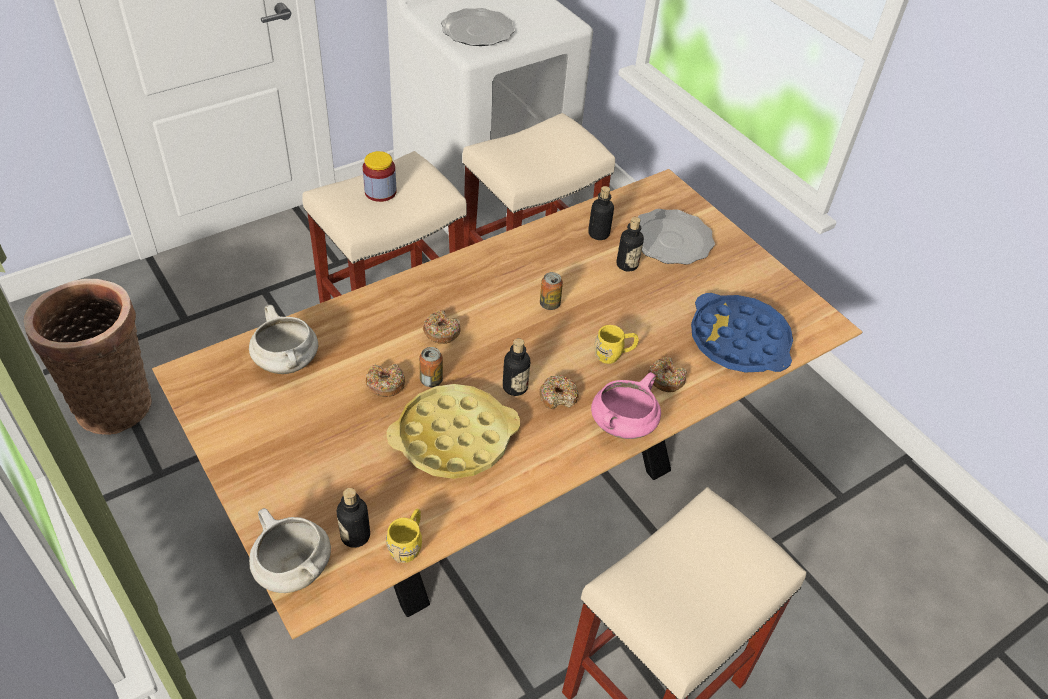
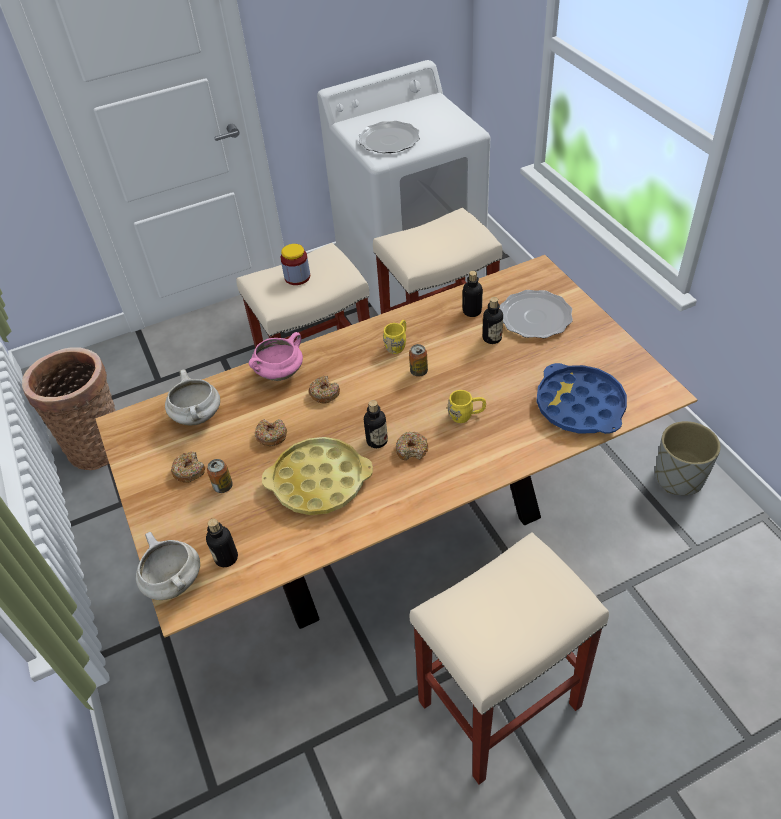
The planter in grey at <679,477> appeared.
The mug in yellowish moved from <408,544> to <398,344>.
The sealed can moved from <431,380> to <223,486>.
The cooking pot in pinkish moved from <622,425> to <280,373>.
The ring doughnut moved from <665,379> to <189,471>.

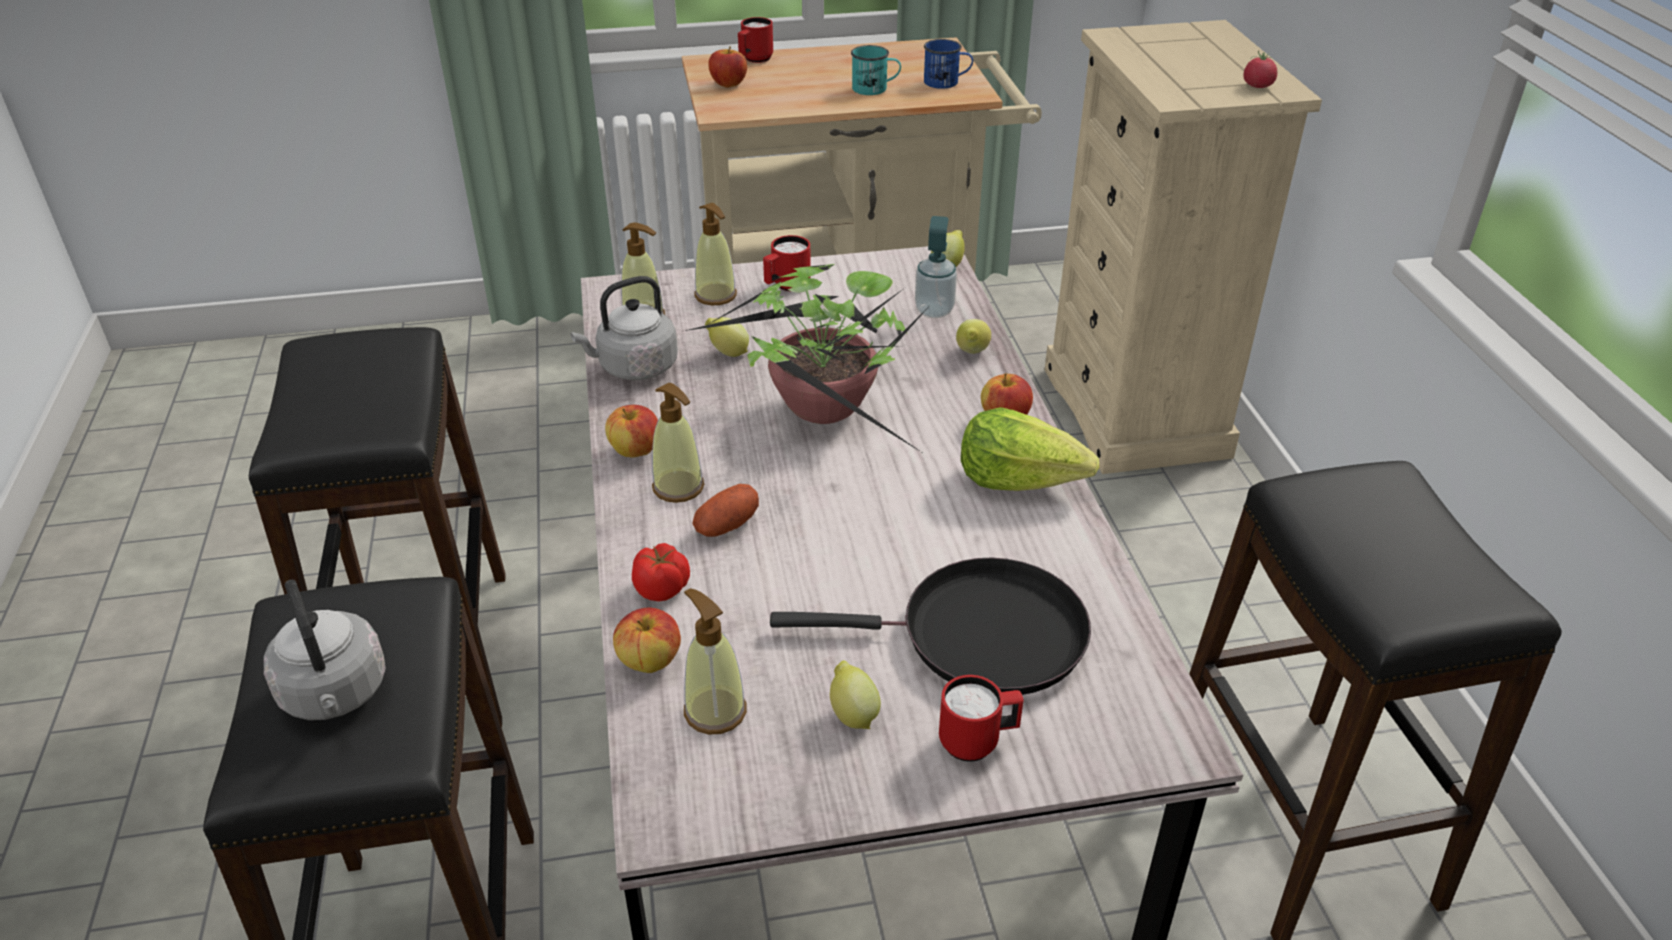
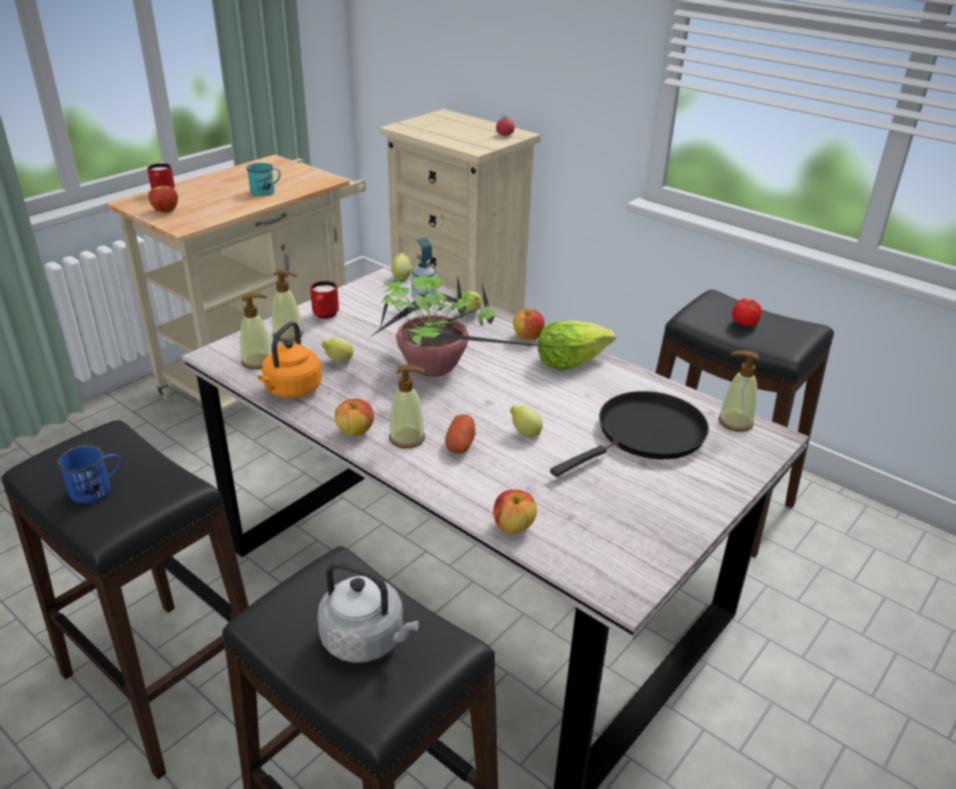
The mug in reddish at <978,742> disappeared.
The whole tomato moved from <663,589> to <745,322>.
The soap dispenser moved from <715,711> to <735,422>.
The citrus fruit moved from <852,714> to <525,433>.
The mug in blue moved from <946,82> to <97,488>.
The tea kettle in grey at <634,368> became the tea kettle in orangey at <291,390>.

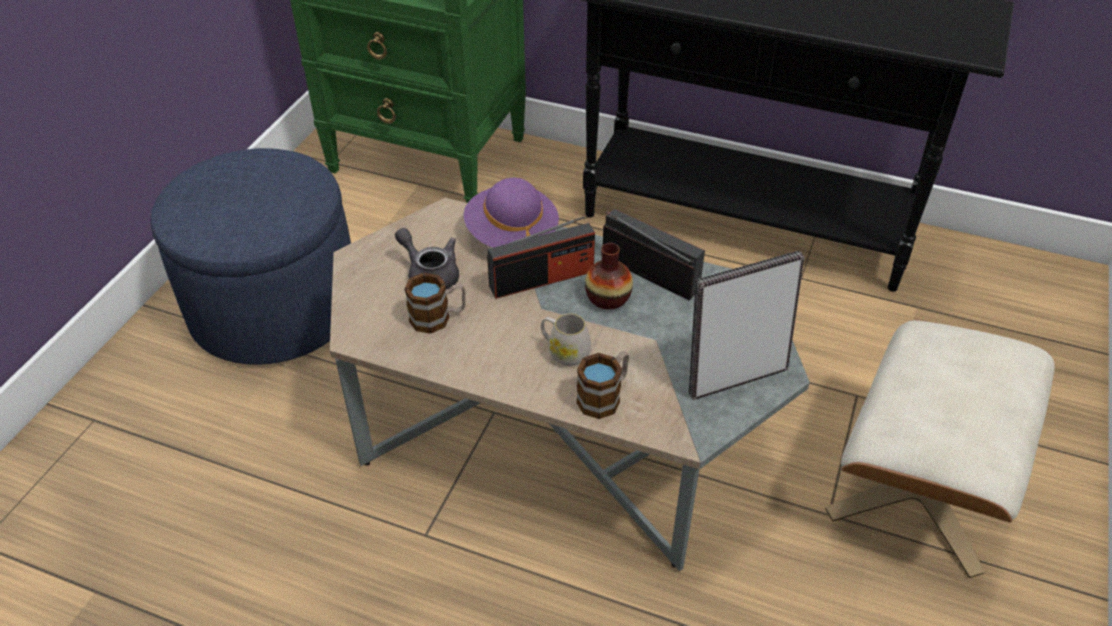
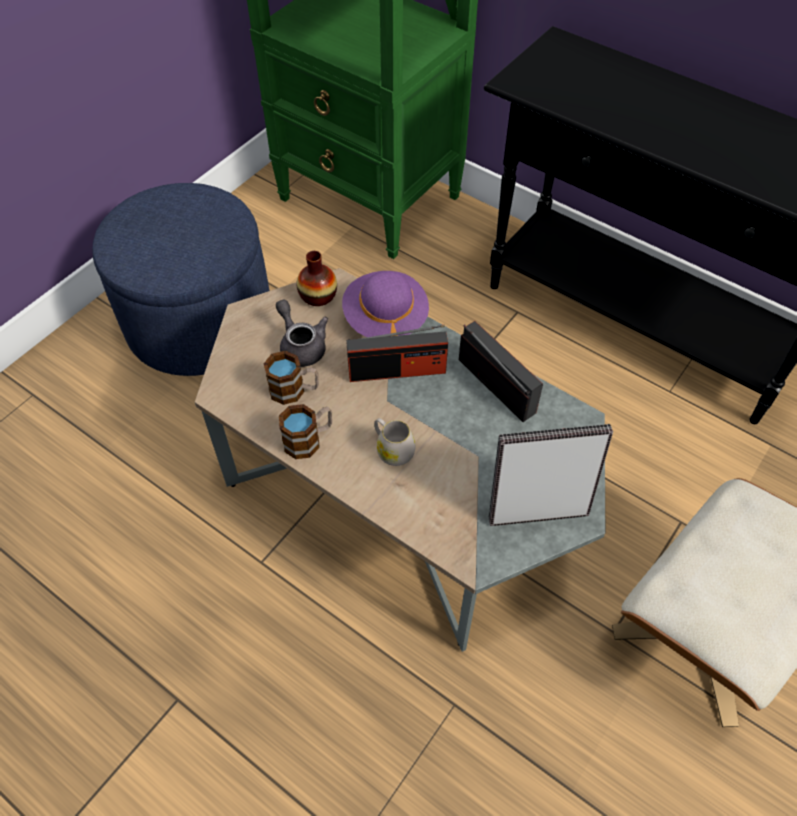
The mug moved from <604,396> to <309,439>.
The flower vase moved from <608,298> to <318,296>.

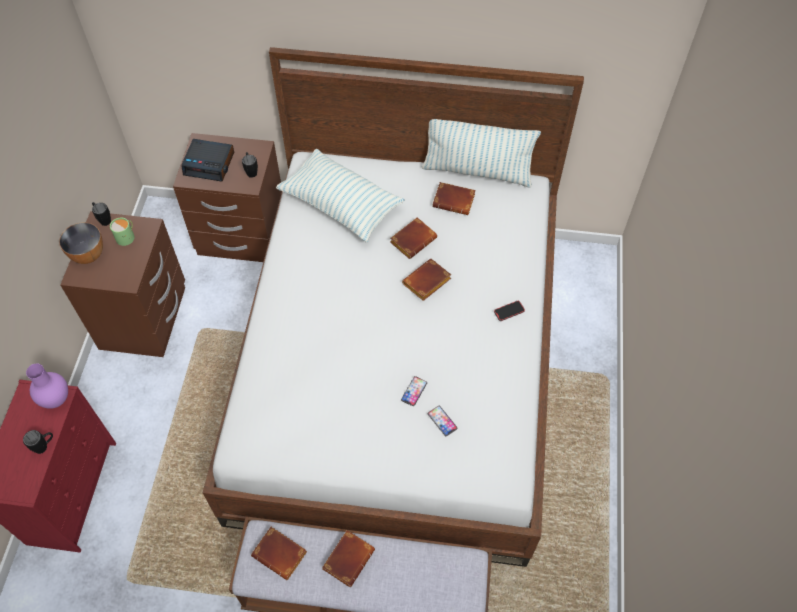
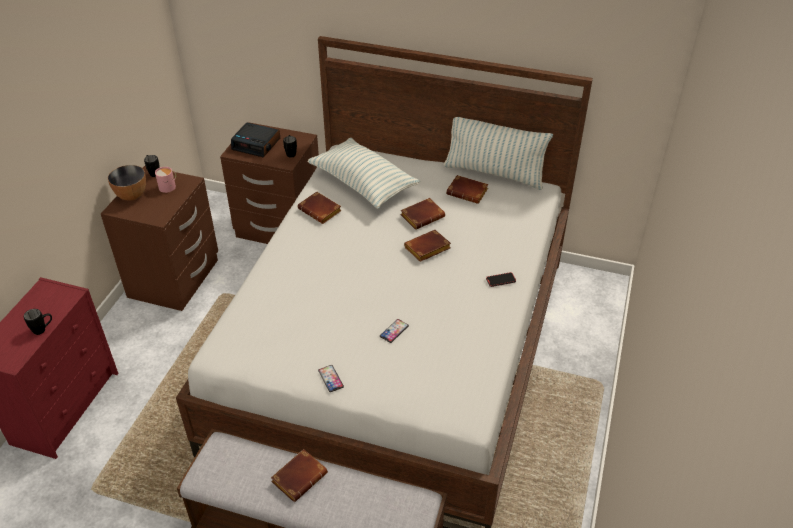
The flower vase in purple-coloured at <56,400> disappeared.
The book in brownish moved from <281,554> to <321,211>.
The handset moved from <442,421> to <330,379>.
The mug in green-coloured at <127,236> became the mug in pinkish at <169,186>.

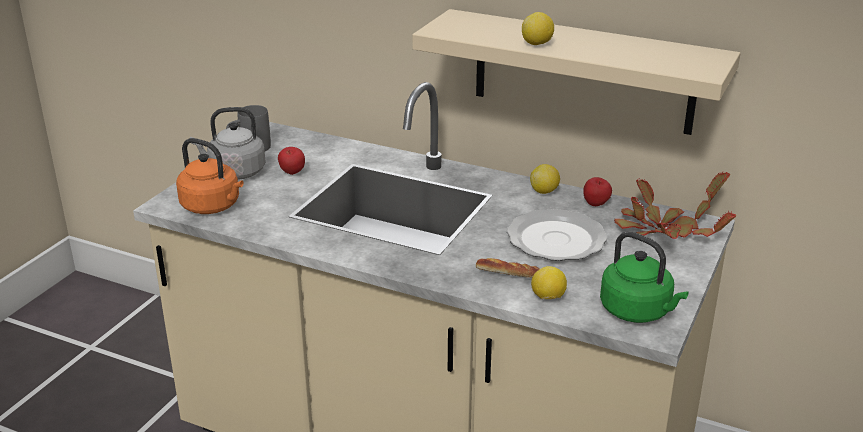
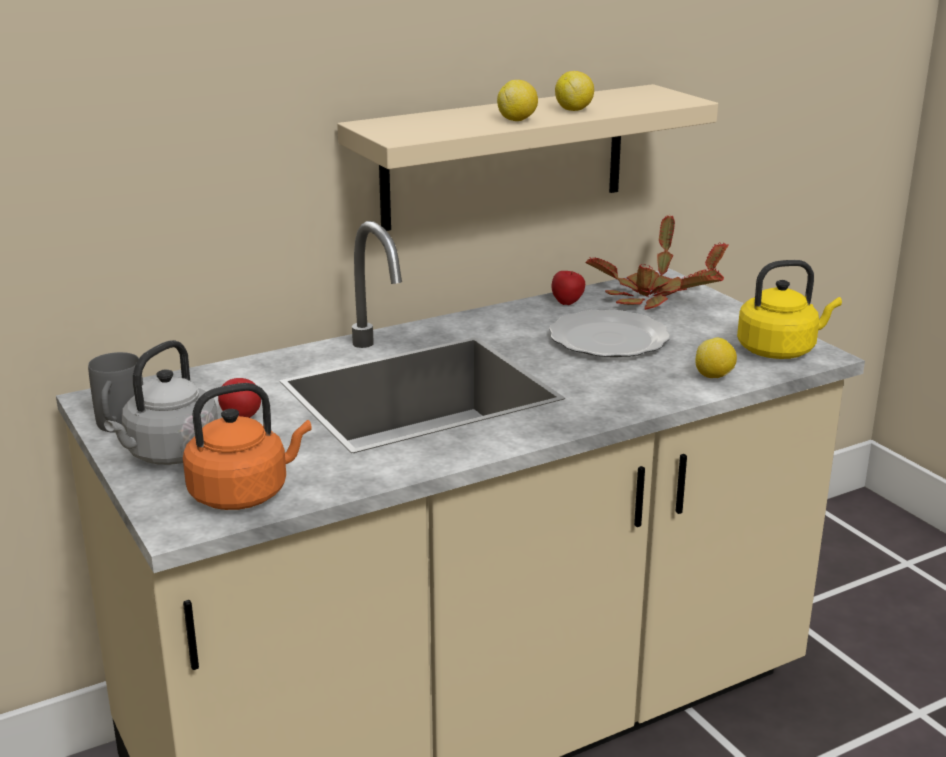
The bread at <508,273> disappeared.
The citrus fruit moved from <544,191> to <573,110>.
The tea kettle in green-coloured at <638,311> became the tea kettle in yellowish at <780,350>.

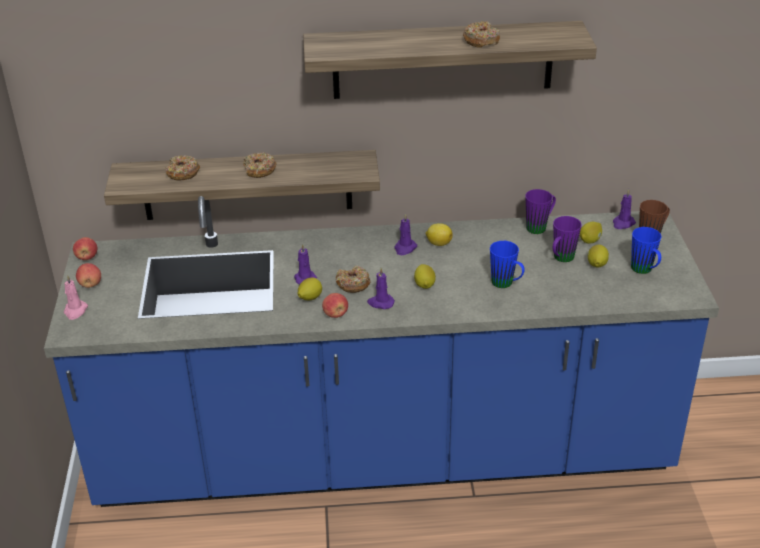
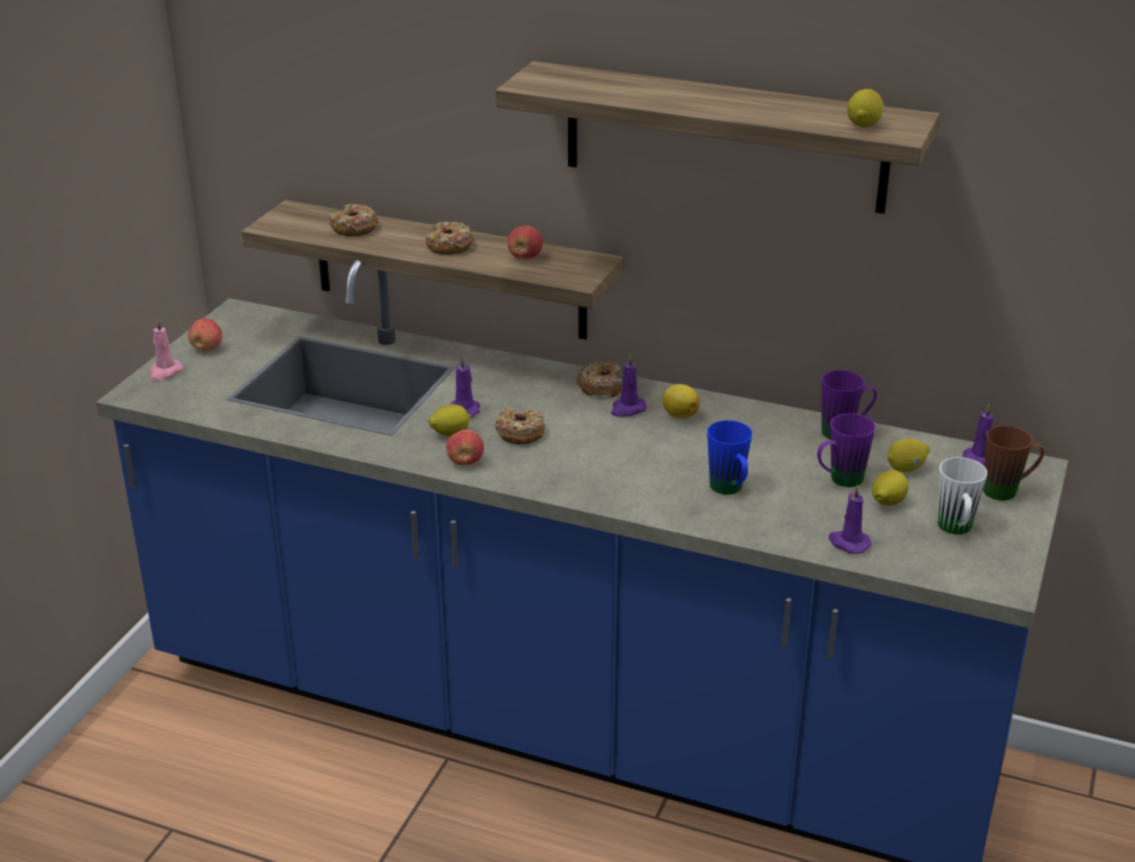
The apple fruit moved from <87,257> to <525,257>.
The wax light in purple-coloured moved from <380,303> to <848,543>.
The citrus fruit moved from <424,284> to <864,125>.
The ring doughnut moved from <481,40> to <601,387>.
The mug in blue at <644,271> became the mug in whitish at <956,530>.

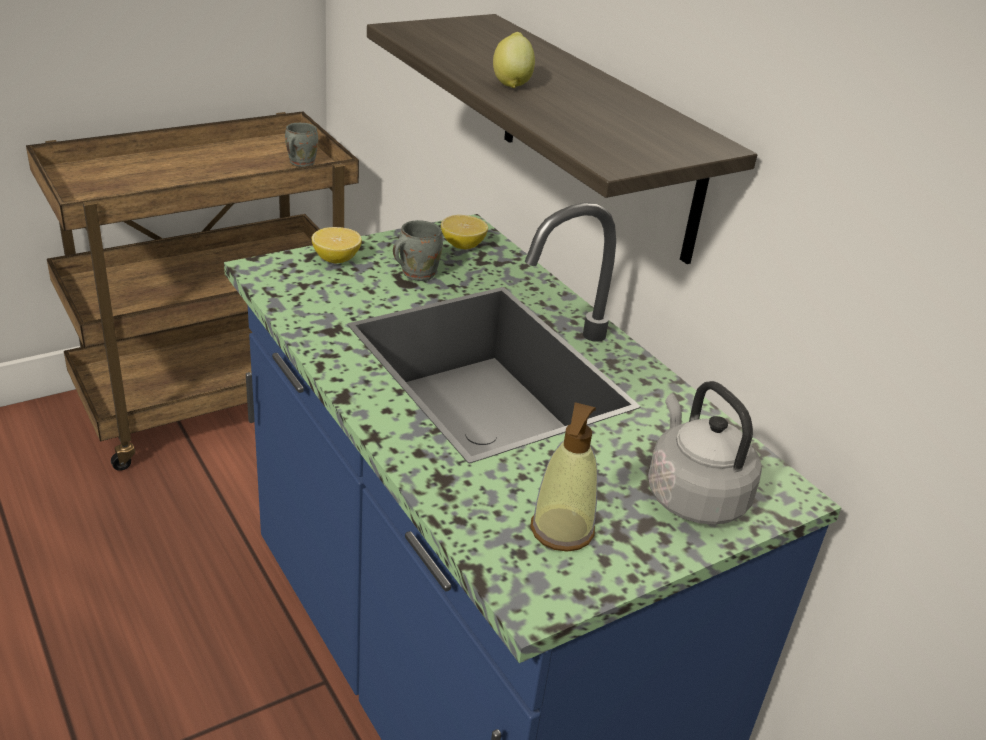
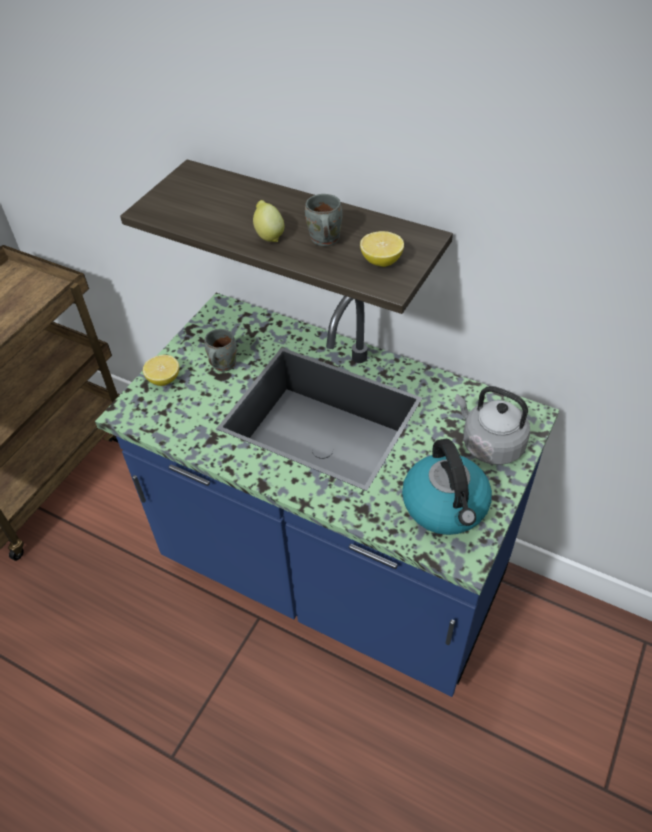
The mug in grey moved from <299,163> to <323,240>.
The citrus fruit moved from <462,245> to <381,261>.
The soap dispenser at <561,530> was replaced by the tea kettle at <446,506>.

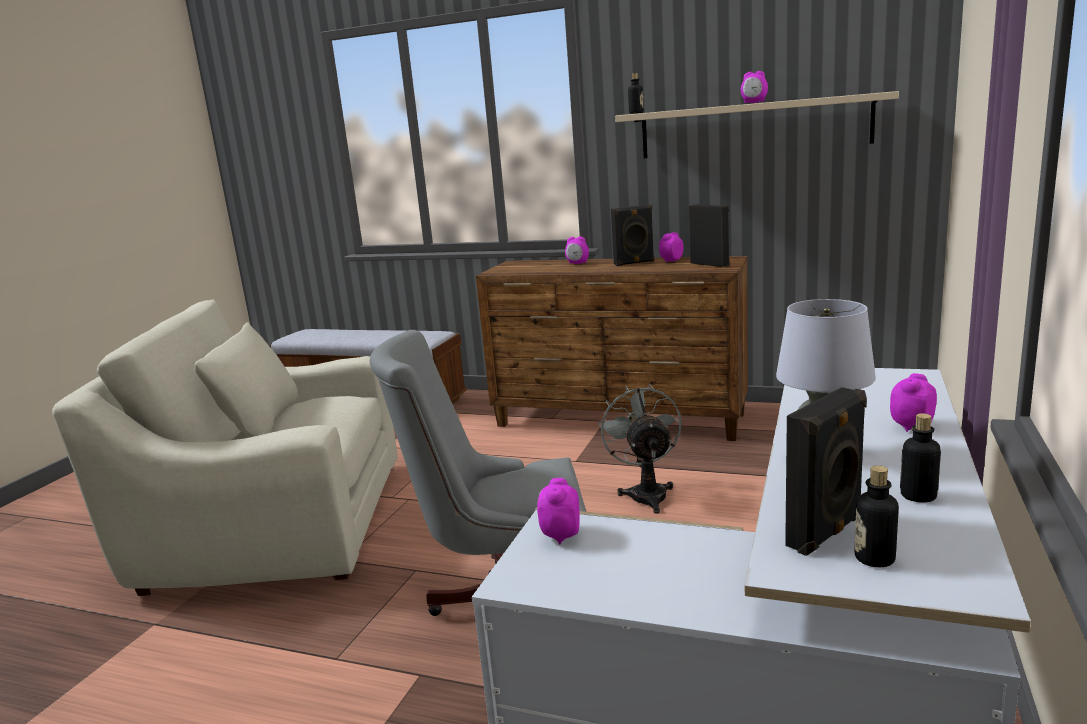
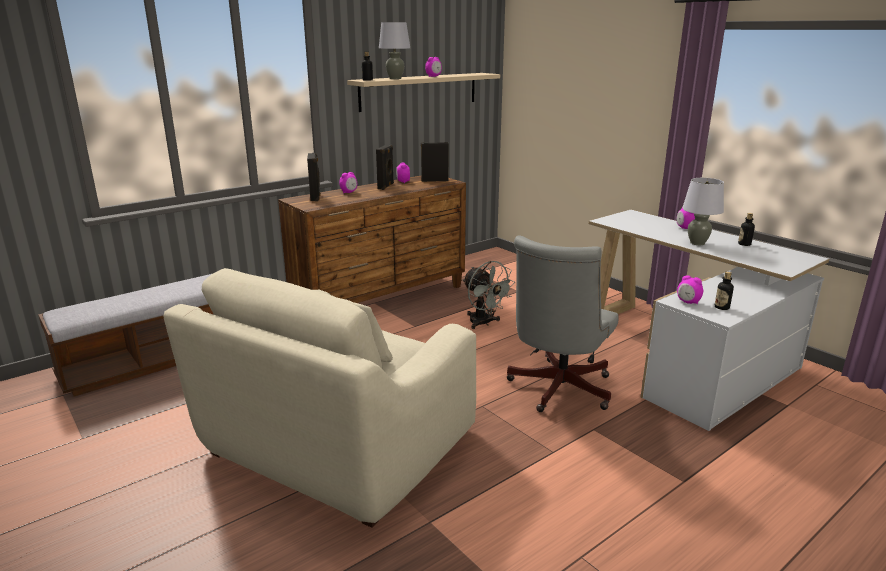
The table lamp in grey at <395,78> appeared.
The speaker in blackish moved from <826,533> to <315,197>.
The bottle moved from <874,558> to <722,307>.
The electric fan in grey at <646,493> turned 150 degrees counterclockwise.

